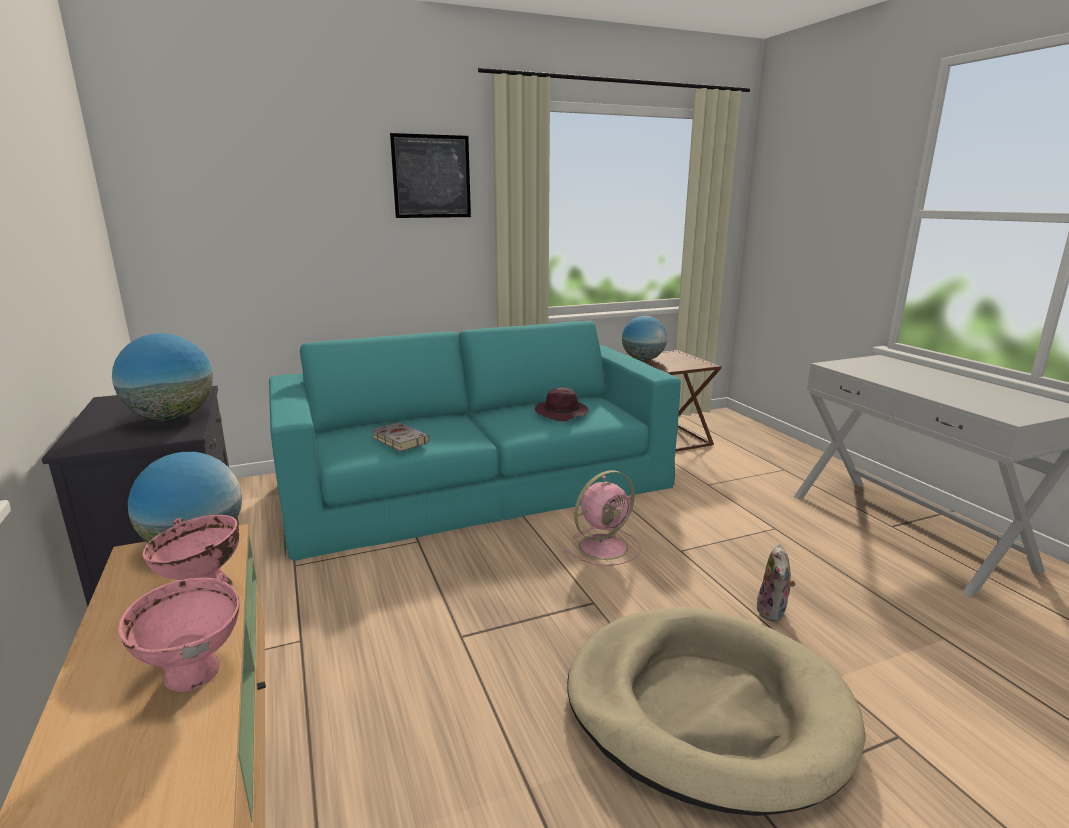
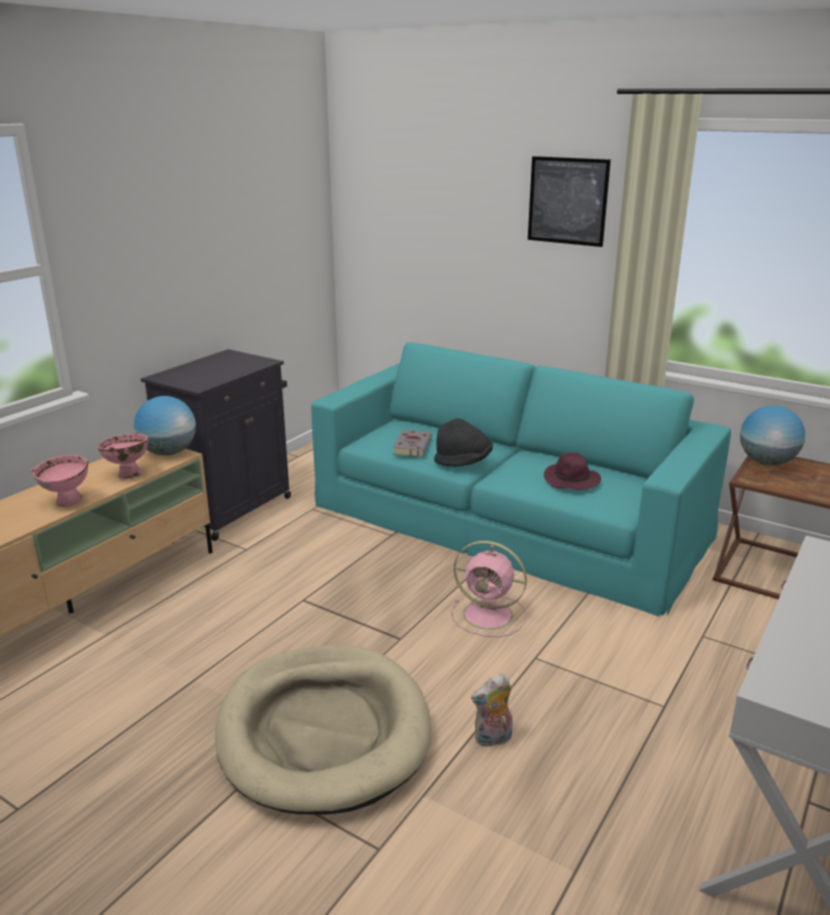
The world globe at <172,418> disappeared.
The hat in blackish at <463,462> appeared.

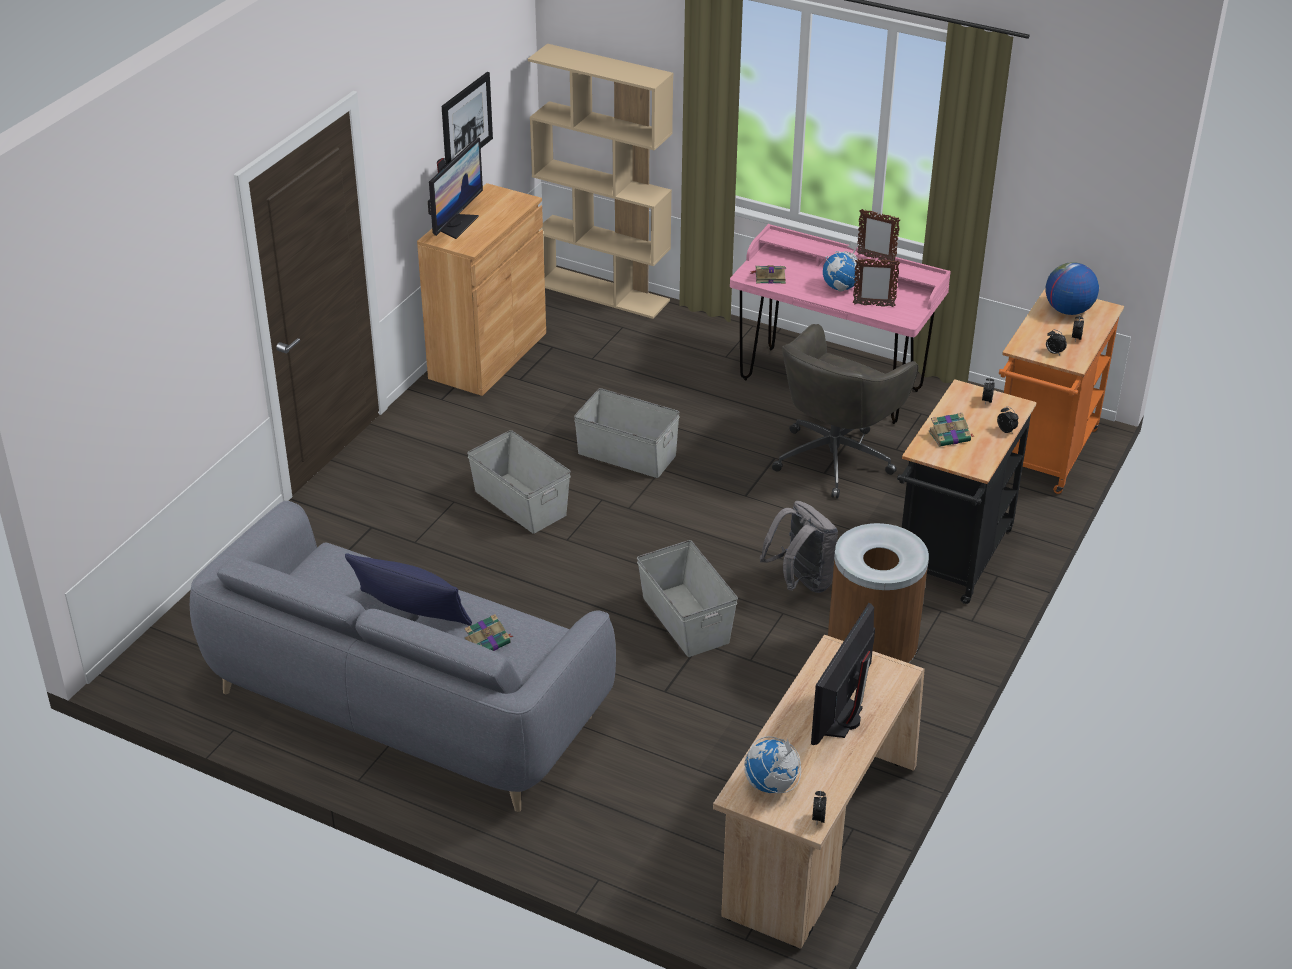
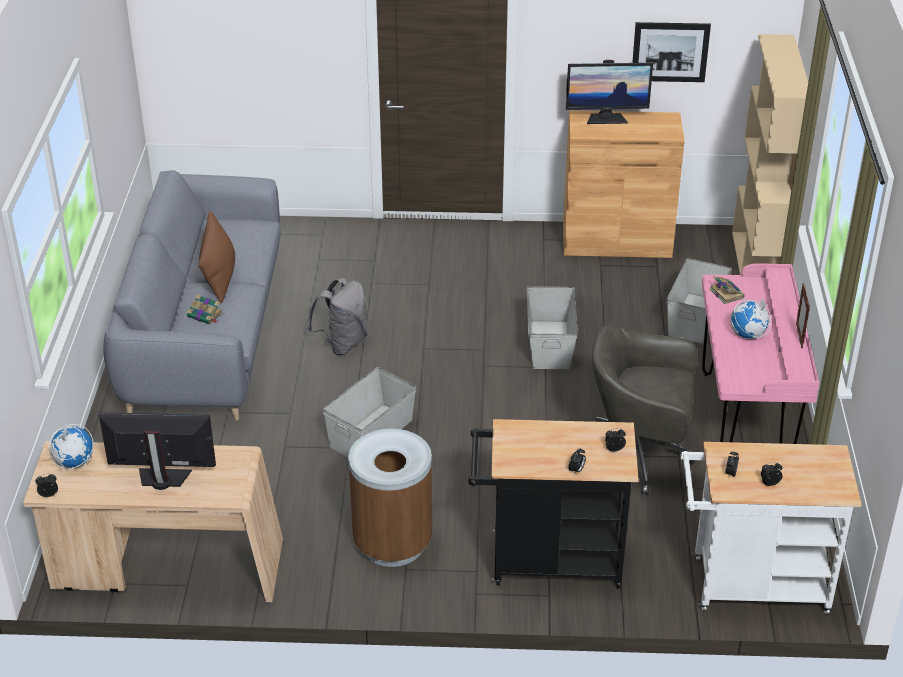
The standing frame at <873,305> disappeared.
The book at <950,436> disappeared.
The world globe at <1068,310> disappeared.
The storage bin in grey moved from <520,502> to <696,317>.
The knapsack in grey moved from <800,582> to <342,343>.
The throw pillow in blue at <411,612> became the throw pillow in brownish at <219,276>.
The trolley in orangey at <1041,457> became the trolley in whitish at <750,585>.

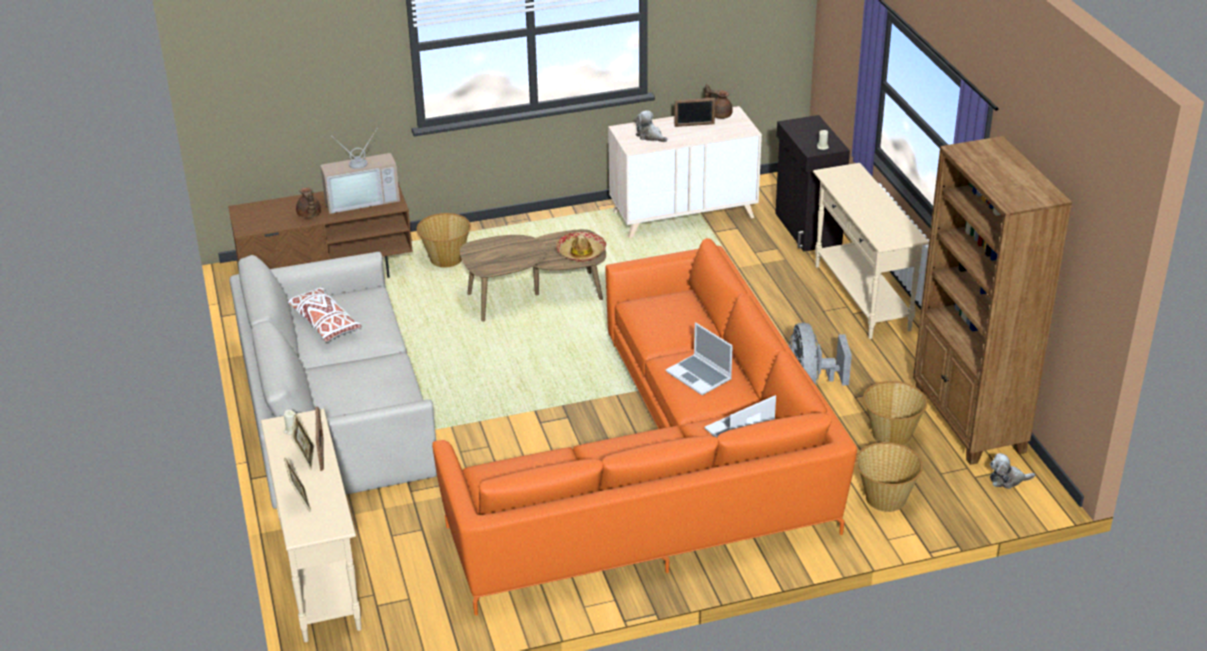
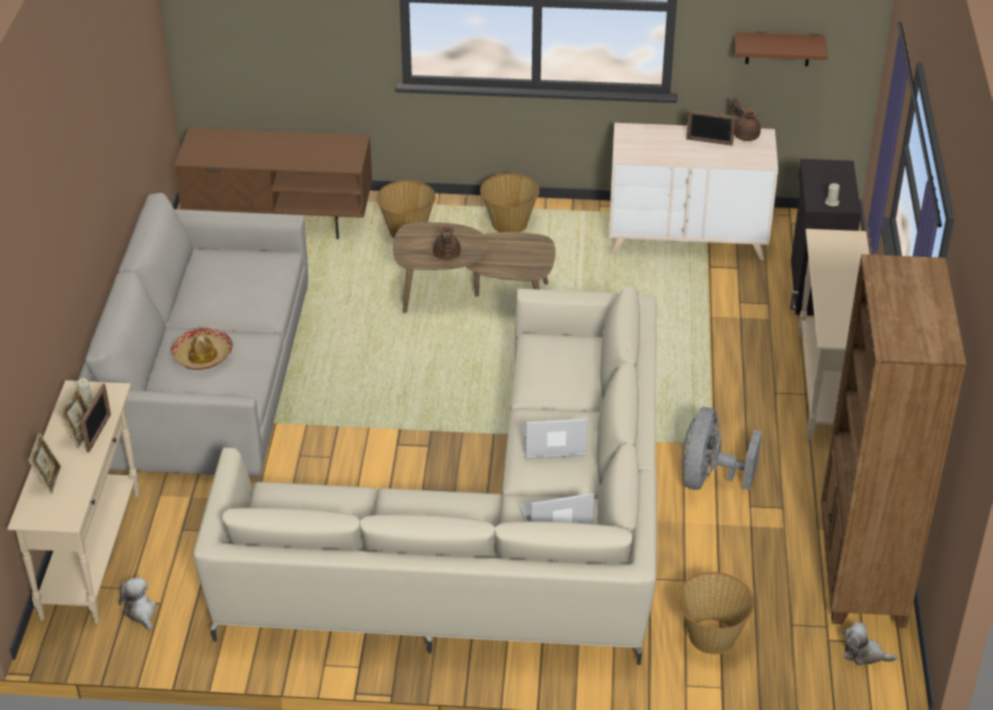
The throw pillow in whitish at <324,323> disappeared.
The TV at <362,199> disappeared.
The shelf in brownish at <778,49> appeared.
The tea pot in brownish moved from <309,215> to <446,256>.
The hat moved from <581,252> to <203,355>.
The plush toy moved from <650,136> to <140,612>.
The storage basket moved from <891,435> to <509,224>.
The settee in orangey at <666,474> became the settee in beige-coloured at <493,540>.
The notebook computer at <700,376> turned 105 degrees clockwise.

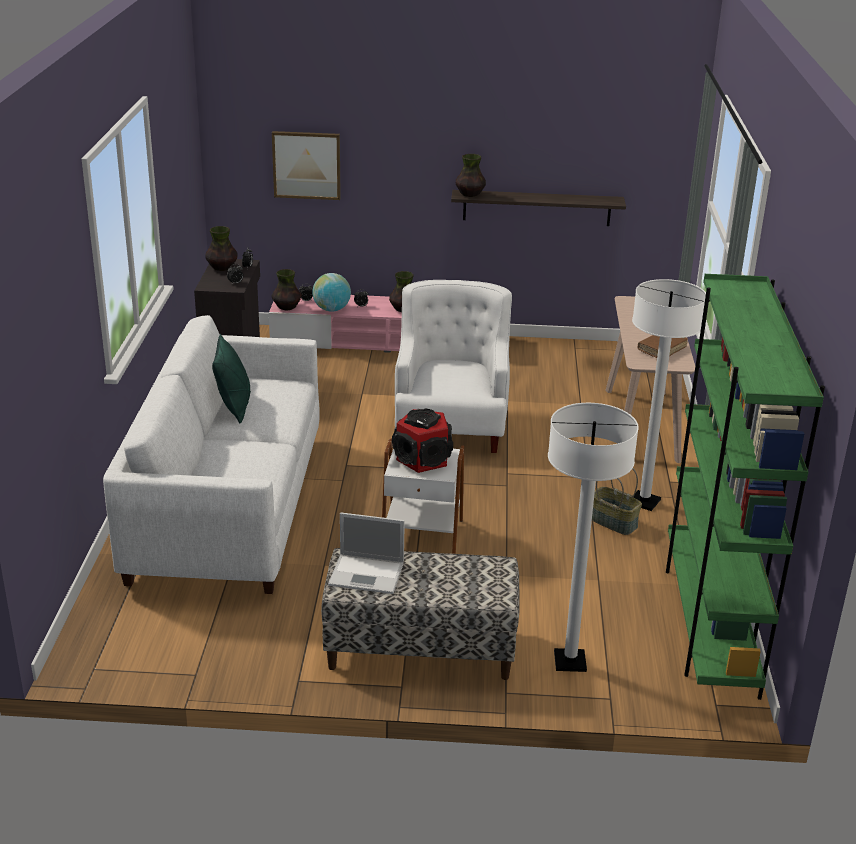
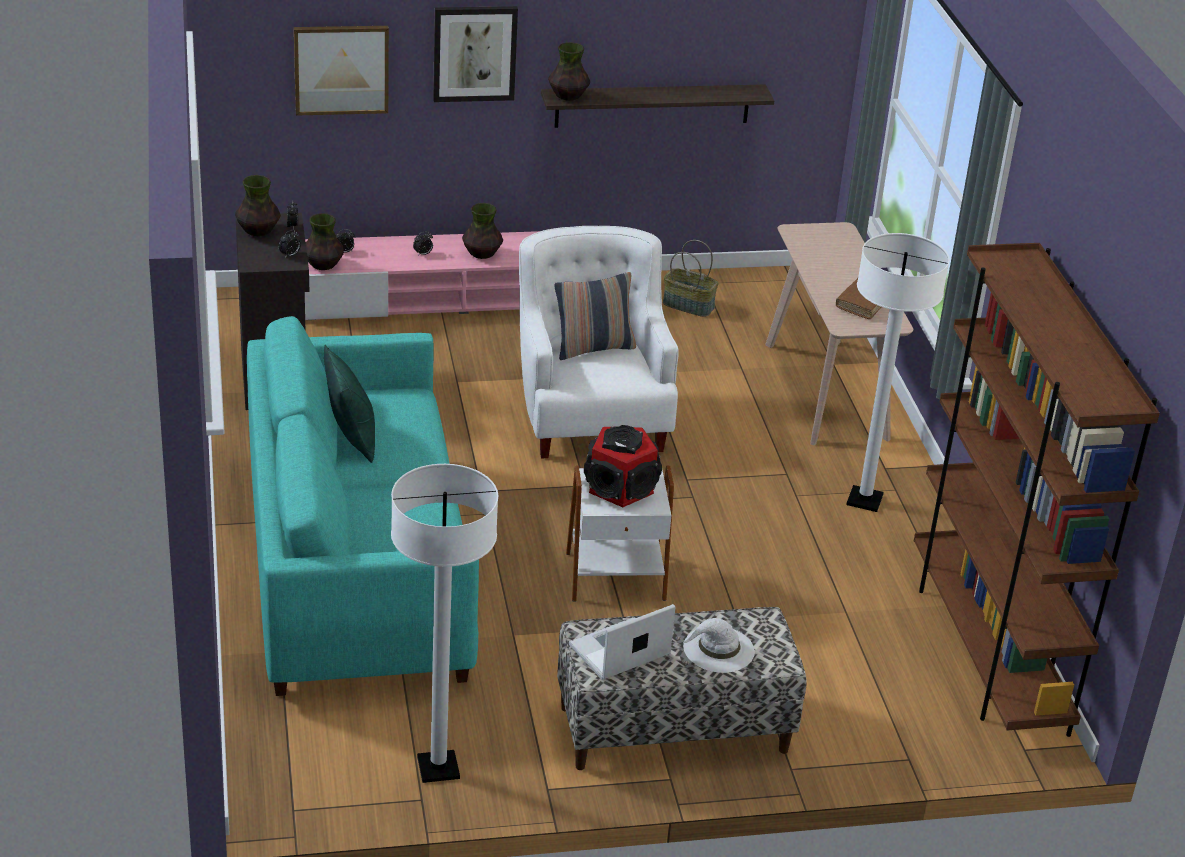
The world globe at <332,309> disappeared.
The picture at <474,53> appeared.
The throw pillow at <593,348> appeared.
The hat in whitish at <718,650> appeared.
The floor lamp in whitish moved from <570,661> to <438,768>.
The storage basket moved from <614,522> to <689,305>.
The settee in whitish at <227,507> became the settee in turquoise at <356,570>.
The bookcase in green-coloured at <709,623> became the bookcase in brownish at <987,651>.
The notebook computer at <368,574> turned 150 degrees clockwise.

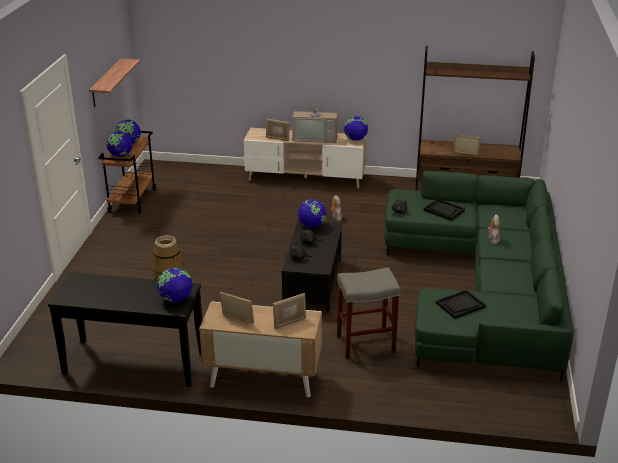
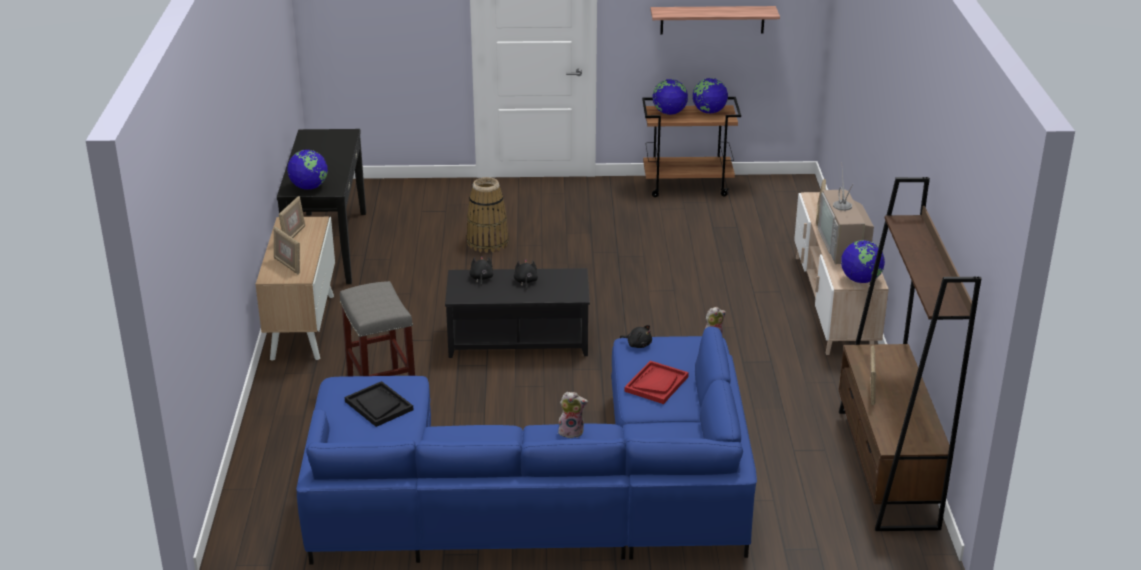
The world globe at <312,225> disappeared.
The settee in green-coloured at <483,288> became the settee in blue at <543,490>.
The tray in blackish at <443,210> became the tray in reddish at <656,384>.

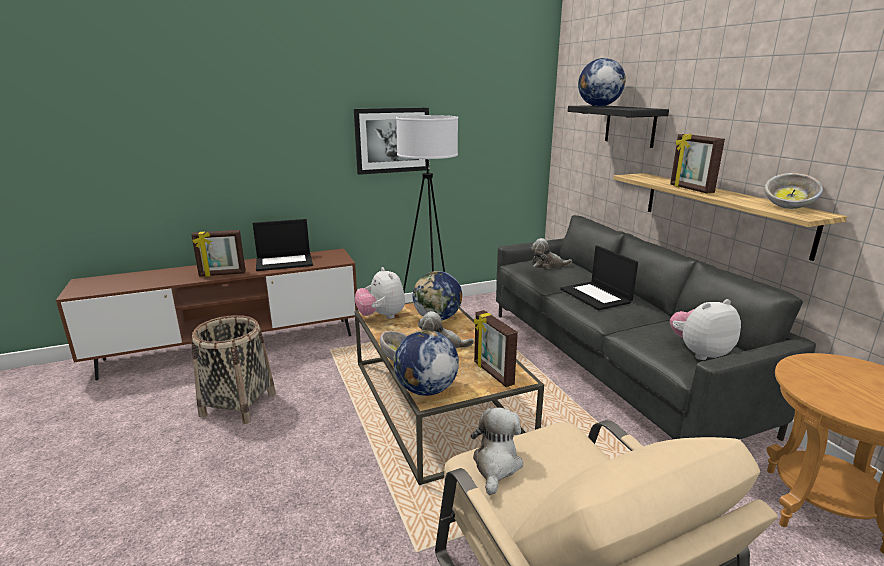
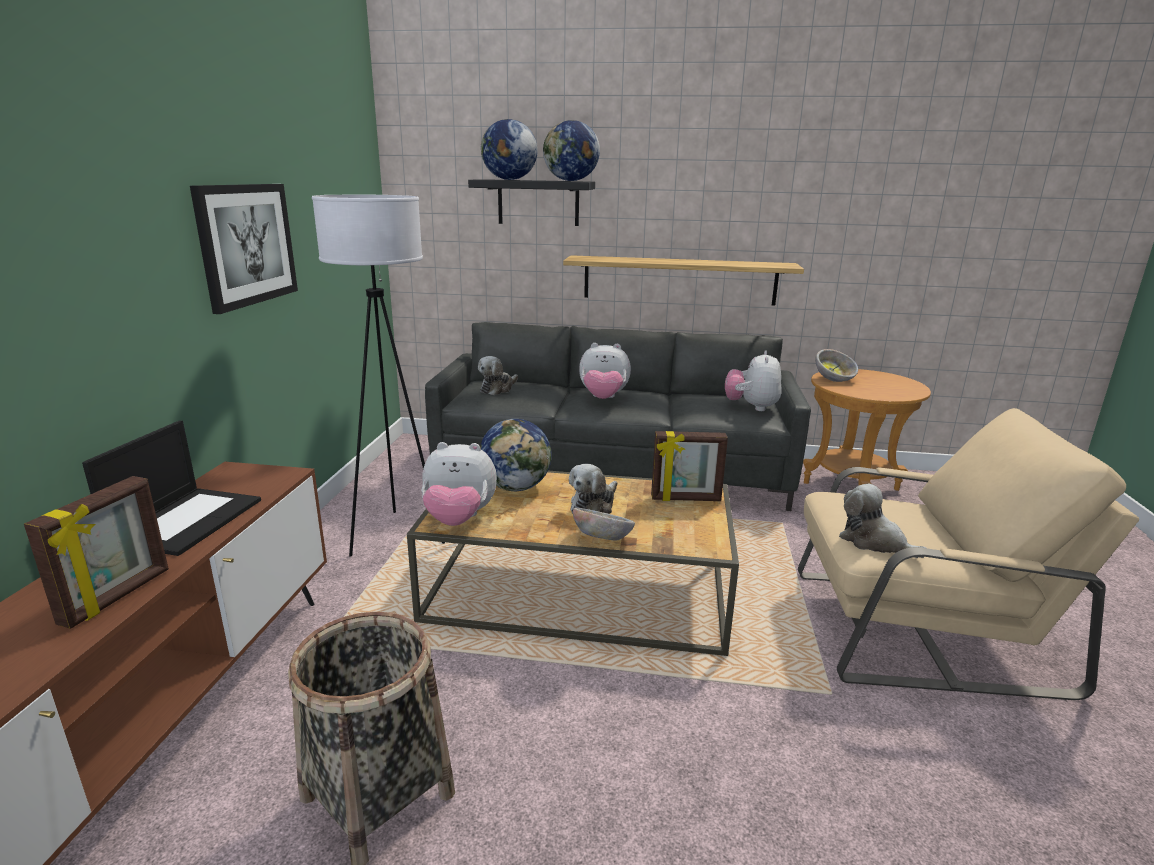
The standing frame at <690,189> disappeared.
The world globe moved from <426,390> to <570,181>.
The serving bowl moved from <788,207> to <834,380>.
The notebook computer at <596,296> was replaced by the plush toy at <603,398>.

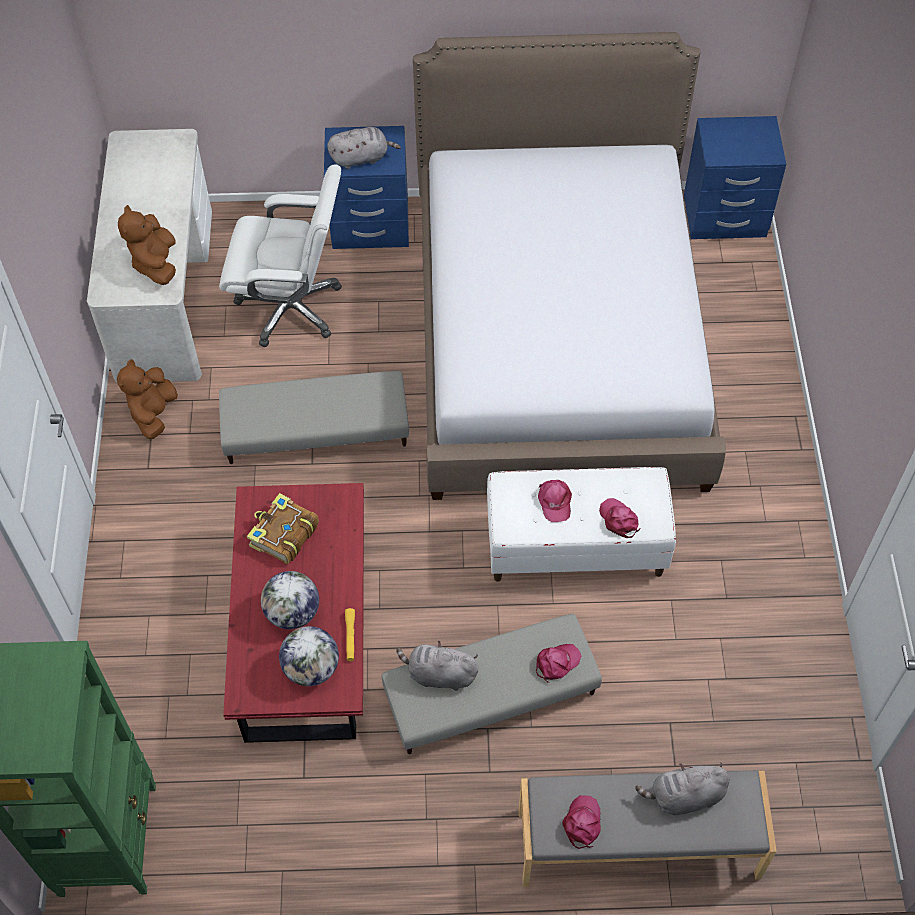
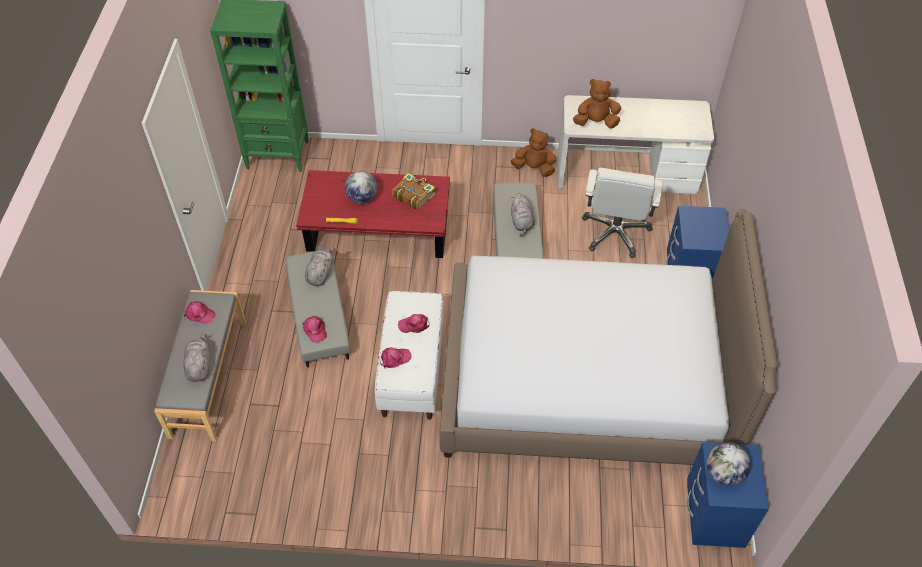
The world globe moved from <311,668> to <723,474>.
The plush toy in grey moved from <361,158> to <522,222>.

